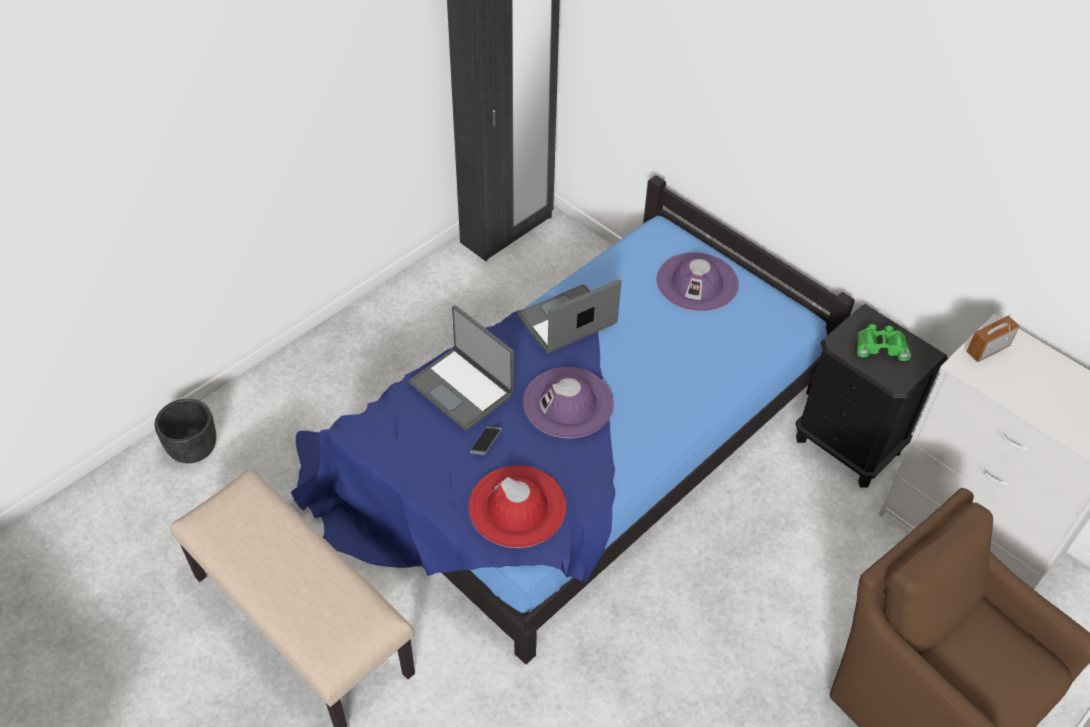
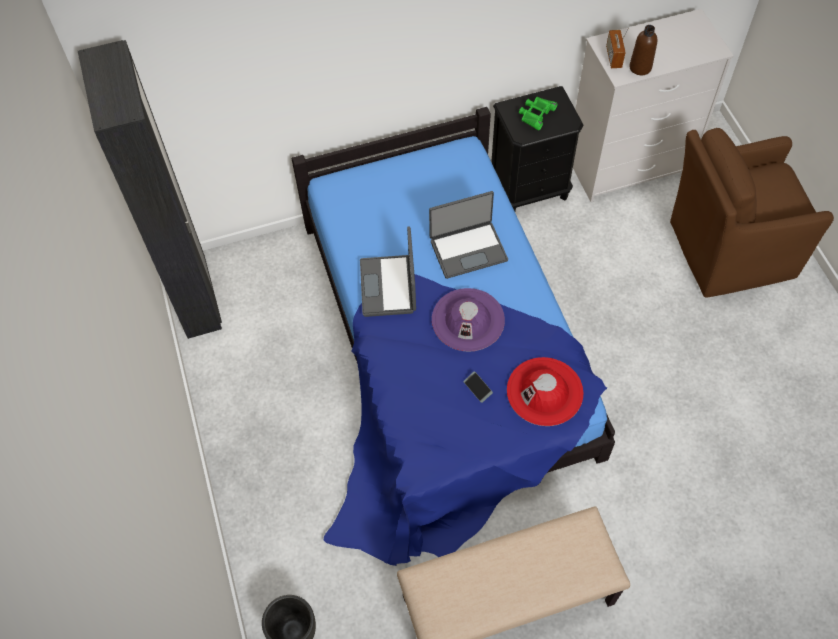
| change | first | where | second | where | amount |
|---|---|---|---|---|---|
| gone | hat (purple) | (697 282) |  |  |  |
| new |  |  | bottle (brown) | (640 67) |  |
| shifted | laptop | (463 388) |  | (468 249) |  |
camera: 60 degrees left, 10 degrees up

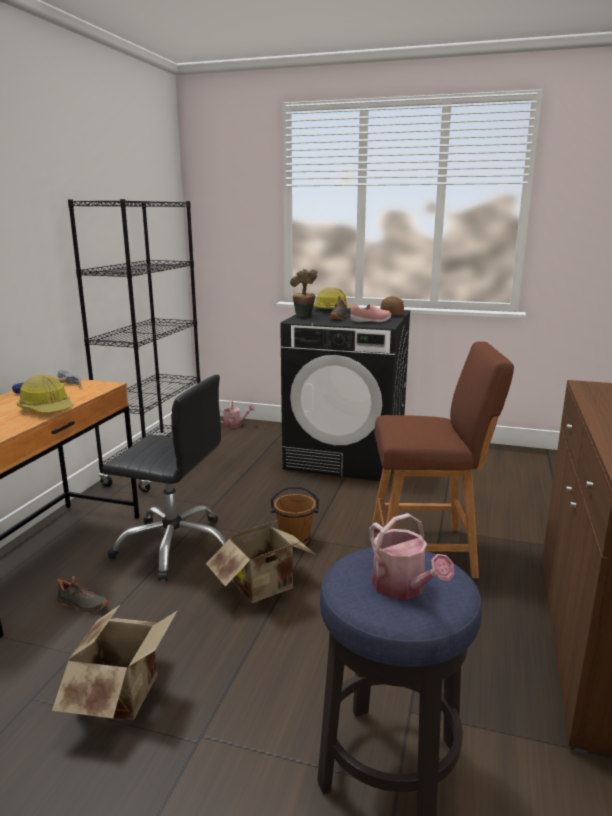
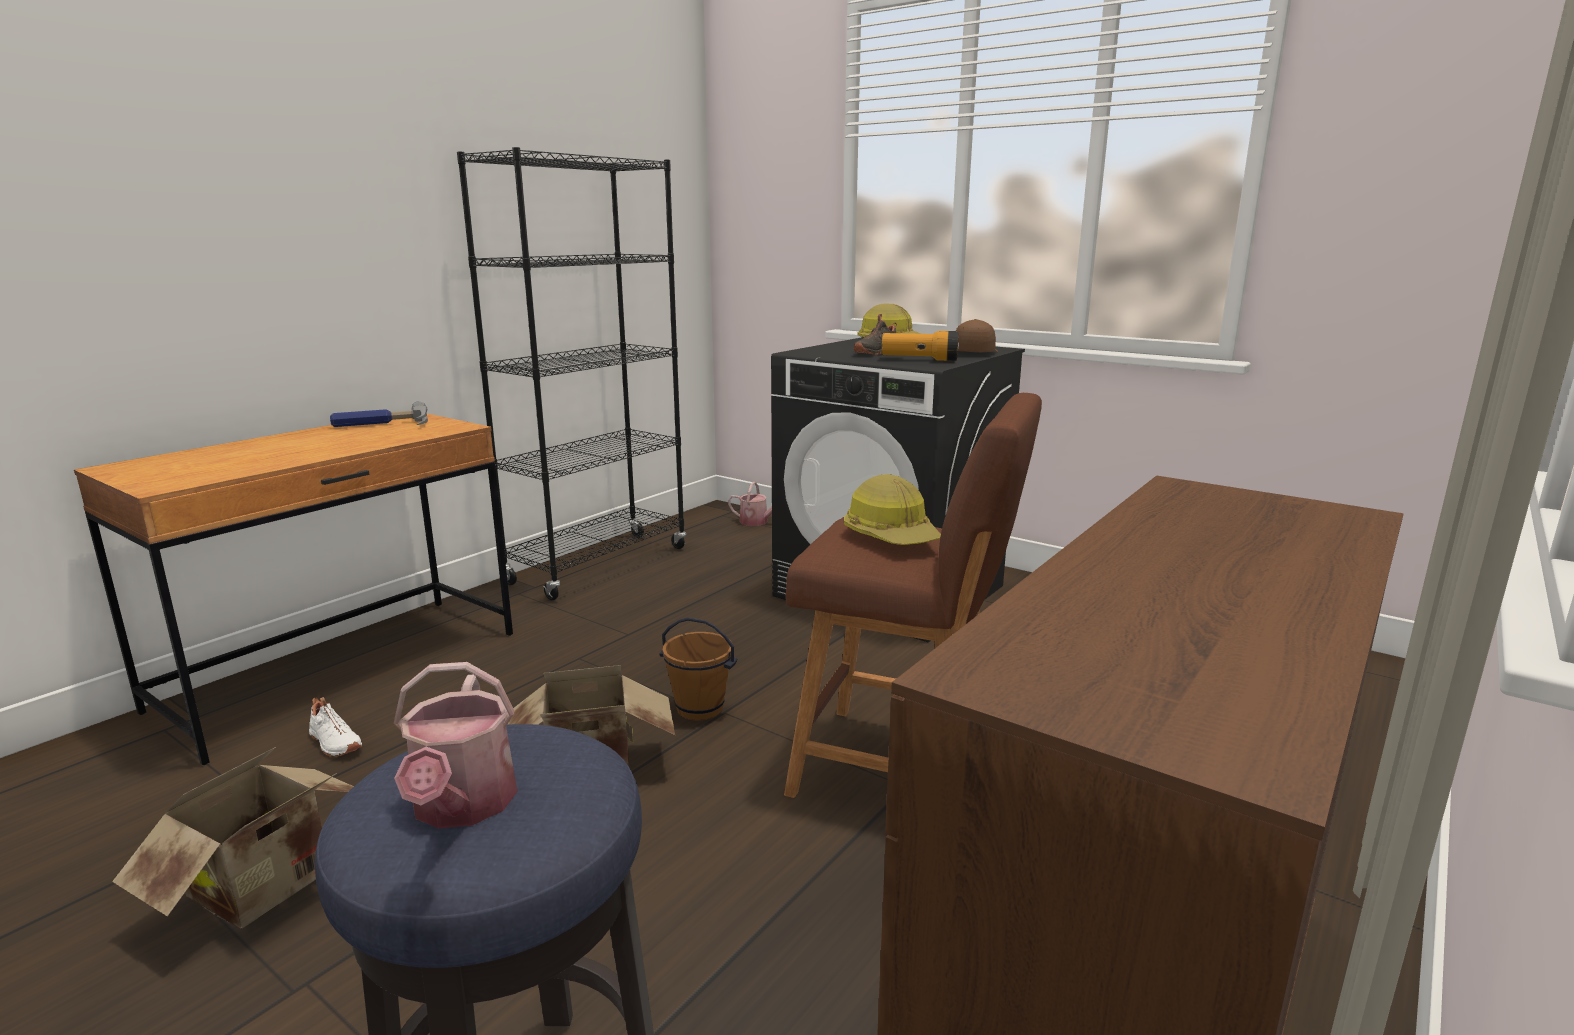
| change | first | where | second | where | amount |
|---|---|---|---|---|---|
| gone | office chair (black) | (174 545) |  |  |  |
| gone | potted plant | (304 317) |  |  |  |
| shifted | hard hat | (47 409) |  | (891 536) |  |
| swapped | shoe (pink) | (370 321) | flashlight | (919 359) |  |
| repainted | shoe (black) | (81 605) | shoe (white) | (333 743) |  |
camera: 20 degrees right, 0 degrees up

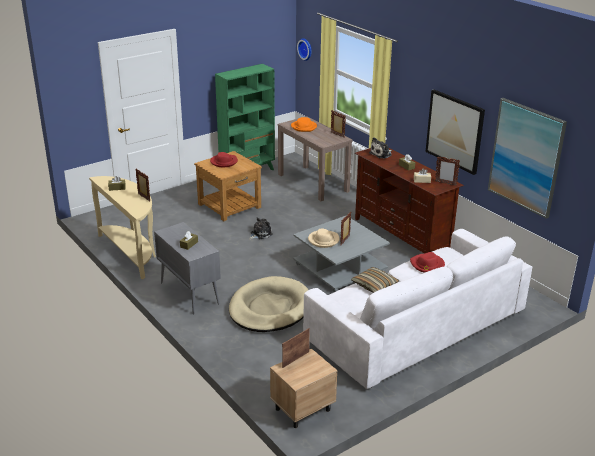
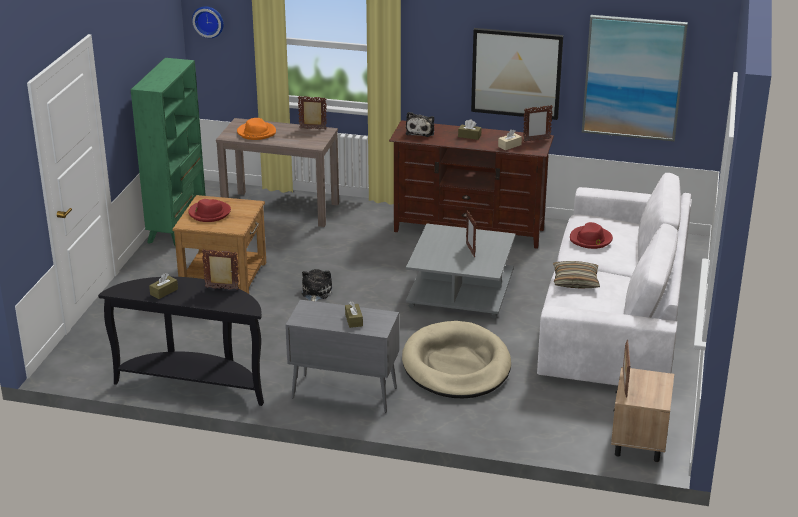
| change | first | where | second | where | amount |
|---|---|---|---|---|---|
| gone | hat (beige) | (323 240) |  |  |  |
| repainted | console table (beige) | (131 253) | console table (black) | (195 383) |  |
camera: 40 degrees left, 0 degrees up

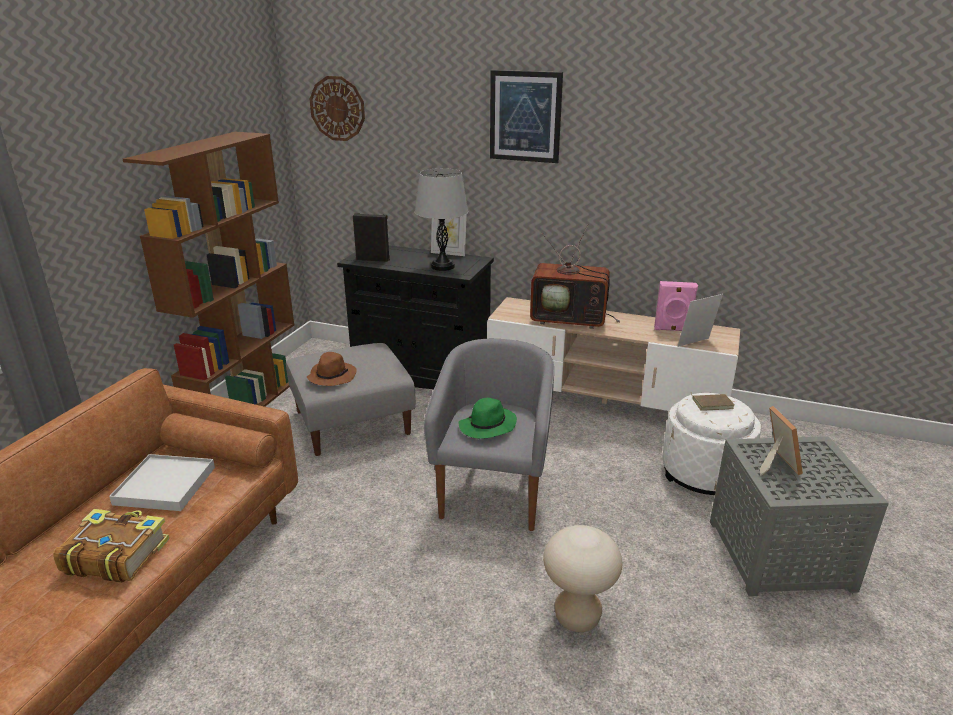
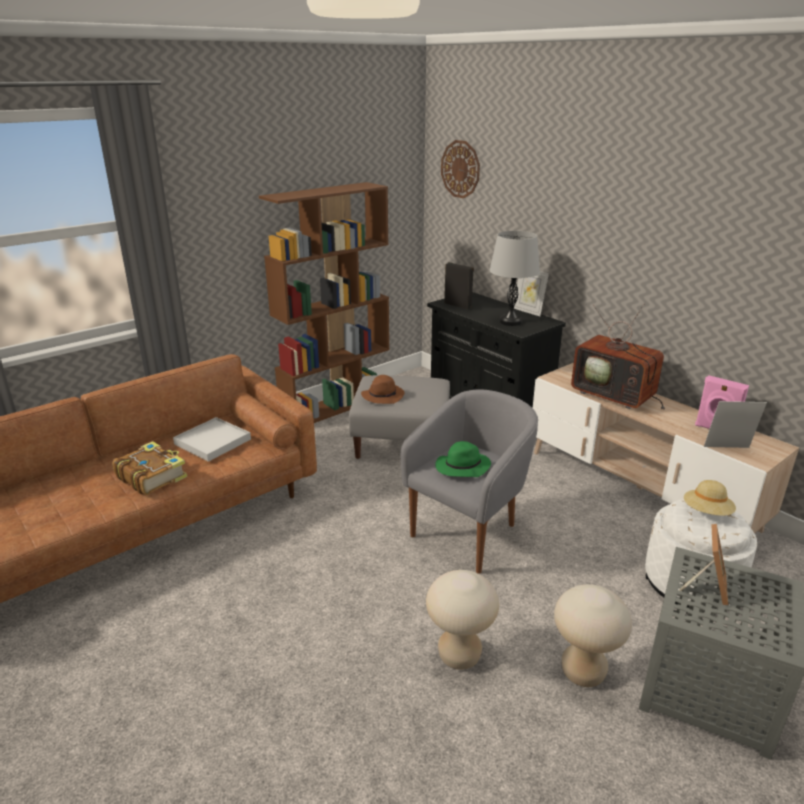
| change | first | where | second | where | amount |
|---|---|---|---|---|---|
| gone | picture | (525 116) |  |  |  |
| new |  |  | stool (beige) | (583 672) |  |
| swapped | book (brown) | (712 403) | hat (beige) | (707 512) |  |
camera: 30 degrees right, 0 degrees up

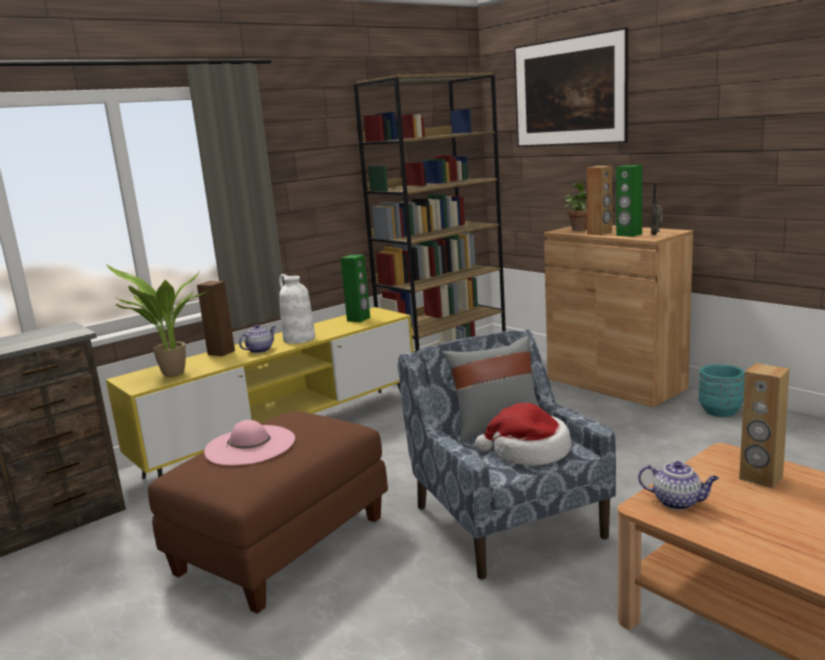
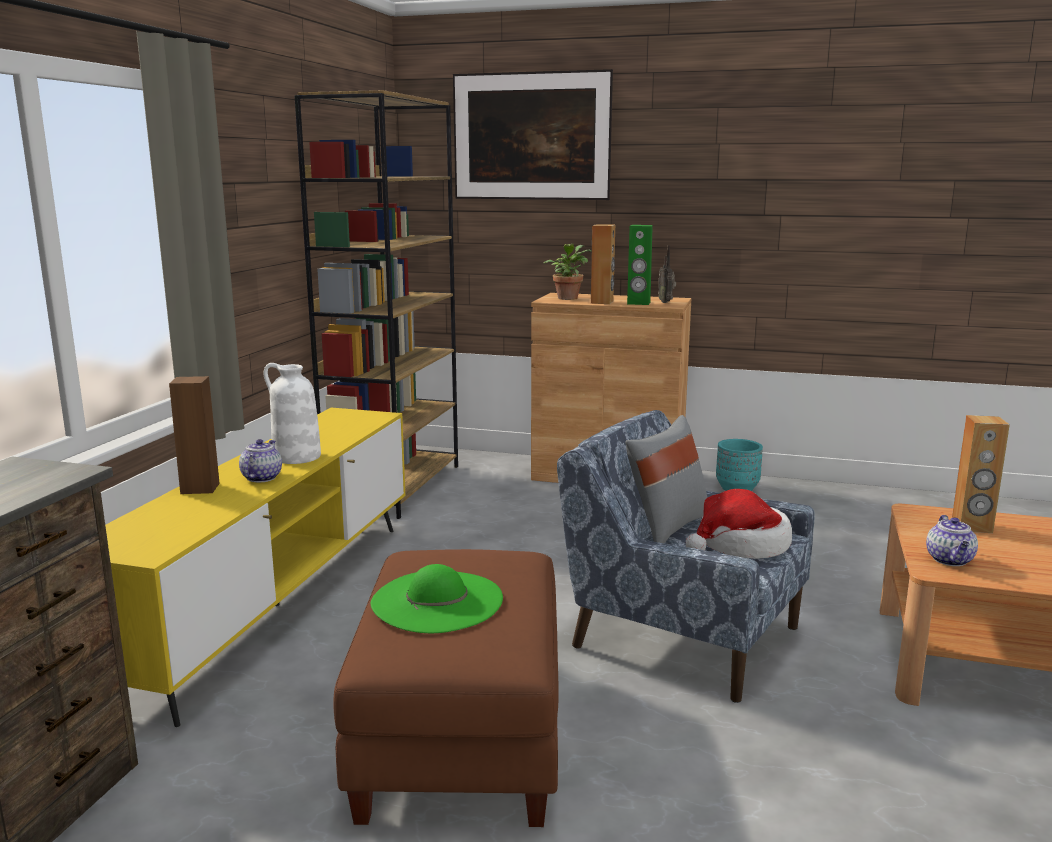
| change | first | where | second | where | amount |
|---|---|---|---|---|---|
| gone | potted plant | (171 375) |  |  |  |
| gone | speaker (green) | (359 319) |  |  |  |
| repainted | hat (pink) | (250 445) | hat (green) | (437 601) |  |
| rotated | teapot | (678 502) |  | (950 560) | 105 degrees clockwise |
camera: 35 degrees left, 0 degrees up

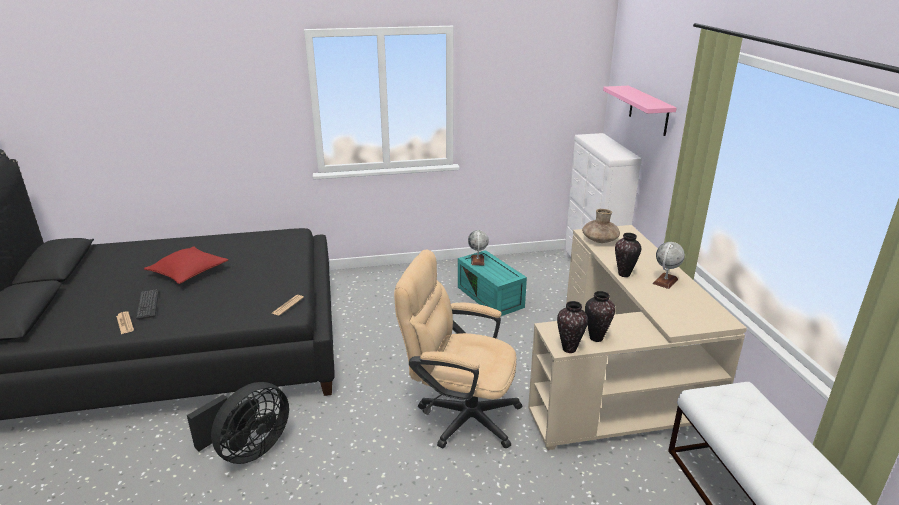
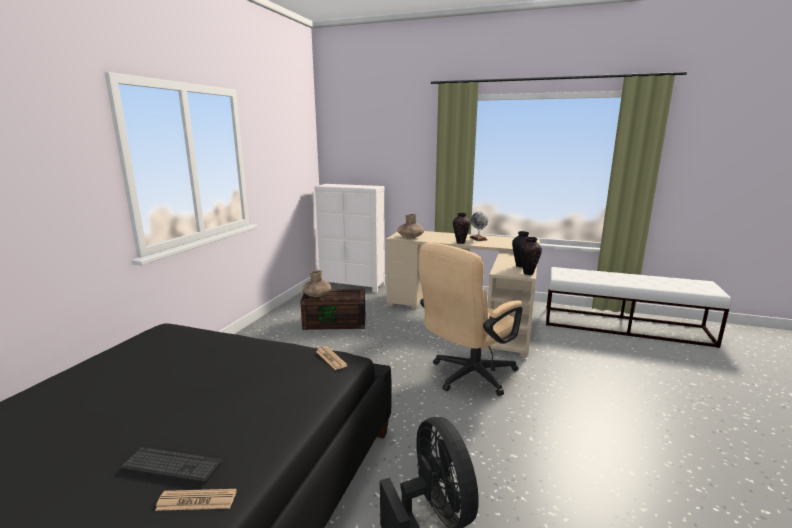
| change | first | where | second | where | amount |
|---|---|---|---|---|---|
| gone | pillow (red) | (188 272) |  |  |  |
| gone | shelf (pink) | (648 110) |  |  |  |
| swapped | globe | (477 260) | vase (brown) | (317 295) |  |
| repainted | storage box (turquoise) | (491 297) | storage box (brown) | (336 322) |  |
camera: 60 degrees left, 10 degrees down

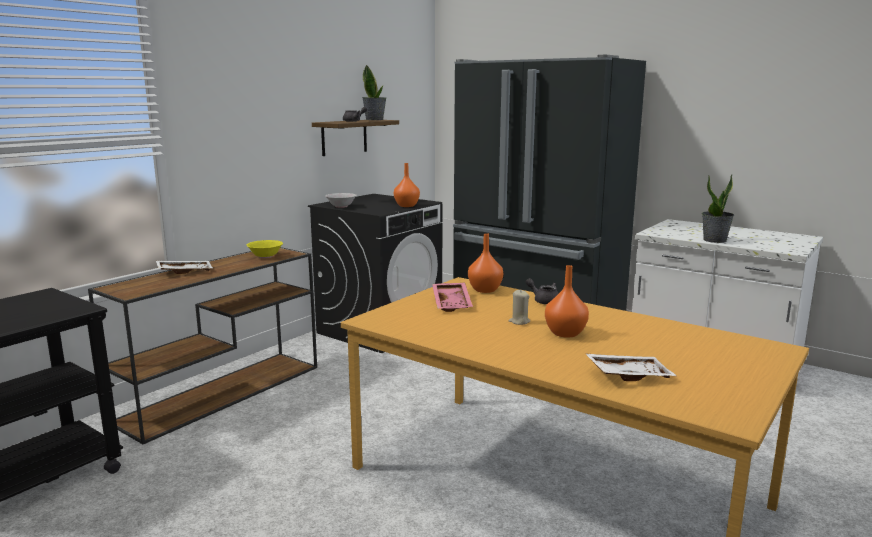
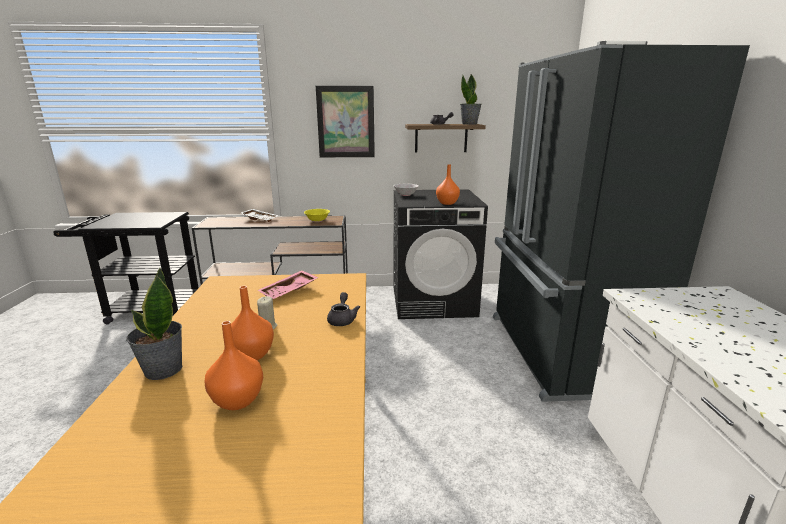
| change | first | where | second | where | amount |
|---|---|---|---|---|---|
| gone | tray (white) | (628 375) |  |  |  |
| new |  |  | picture | (346 122) |  |
| shifted | vase (orange) | (484 290) |  | (238 400) |  |
| shifted | potted plant | (715 240) |  | (162 370) |  |
camera: 50 degrees right, 5 degrees up

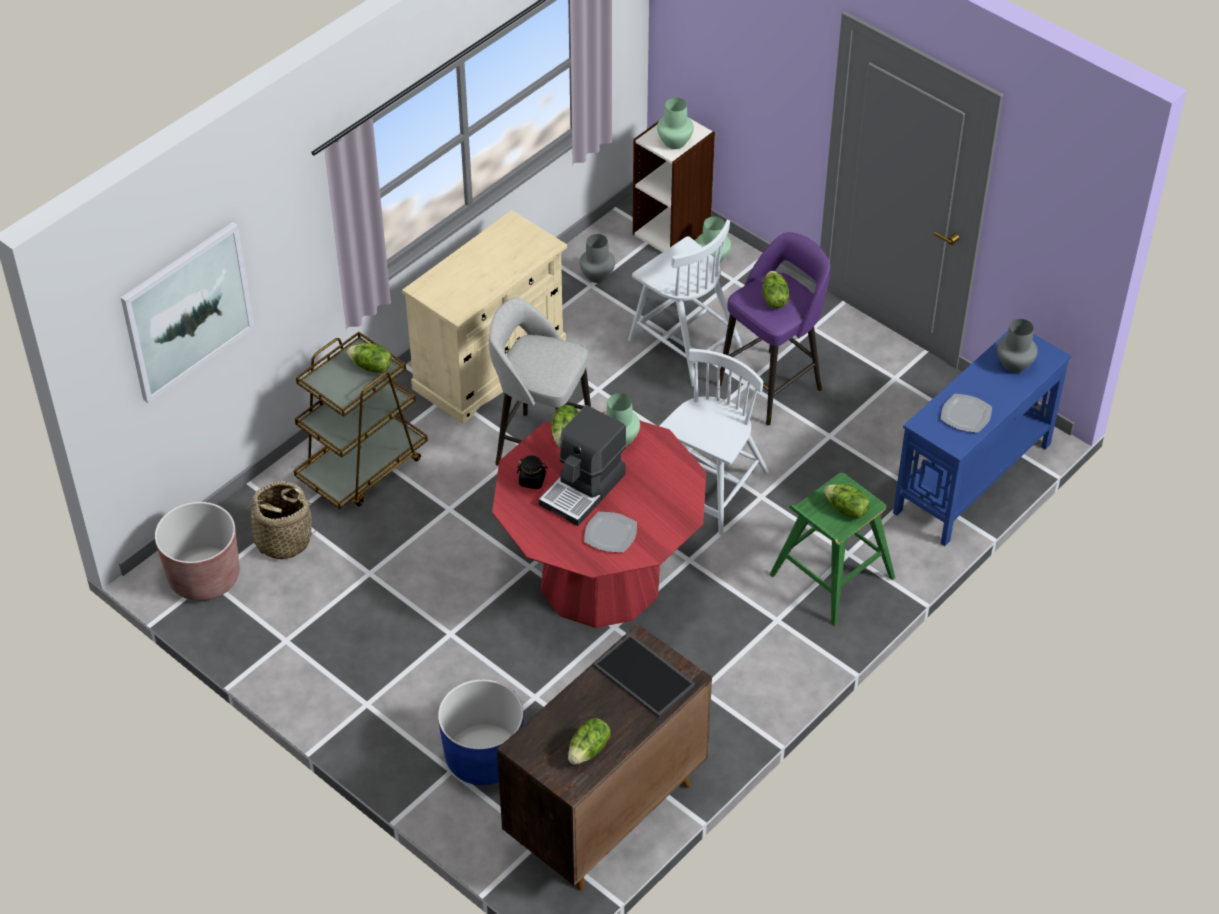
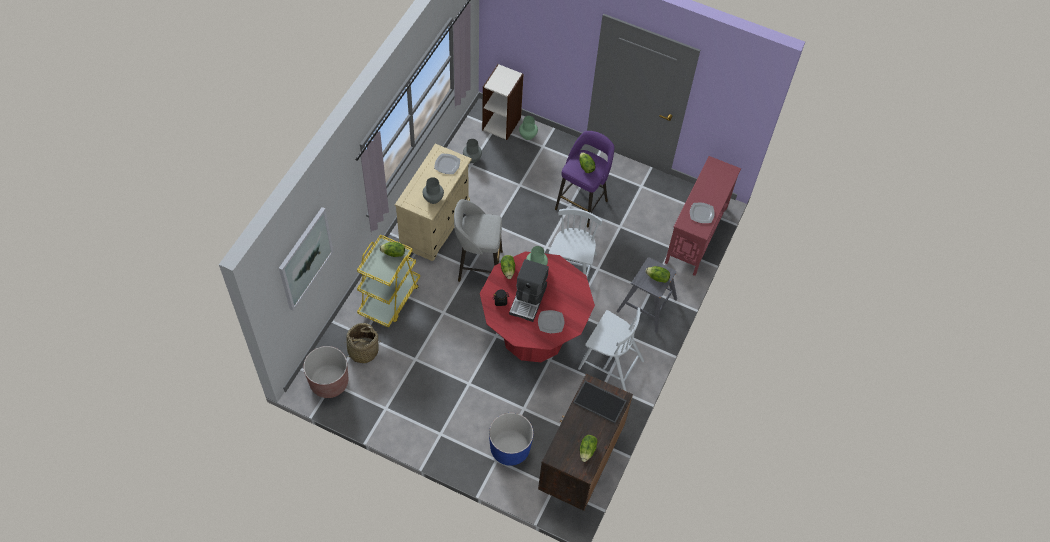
| change | first | where | second | where | amount |
|---|---|---|---|---|---|
| gone | vase (green) | (675 142) |  |  |  |
| new |  |  | plate | (447 164) |  |
| shifted | chair (white) | (684 344) |  | (609 364) |  |
| shifted | vase (grey) | (1013 365) |  | (433 199) |  |
| repainted | cart (brown) | (363 467) | cart (yellow) | (389 298) |  |
| repainted | stool (green) | (831 577) | stool (grey) | (646 306) |  |
| repainted | console table (blue) | (971 478) | console table (red) | (696 235) |  |
camera: 20 degrees left, 10 degrees up

